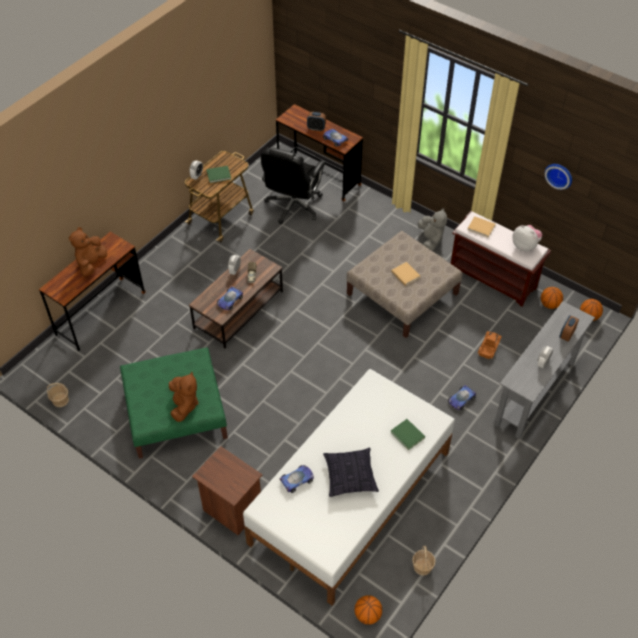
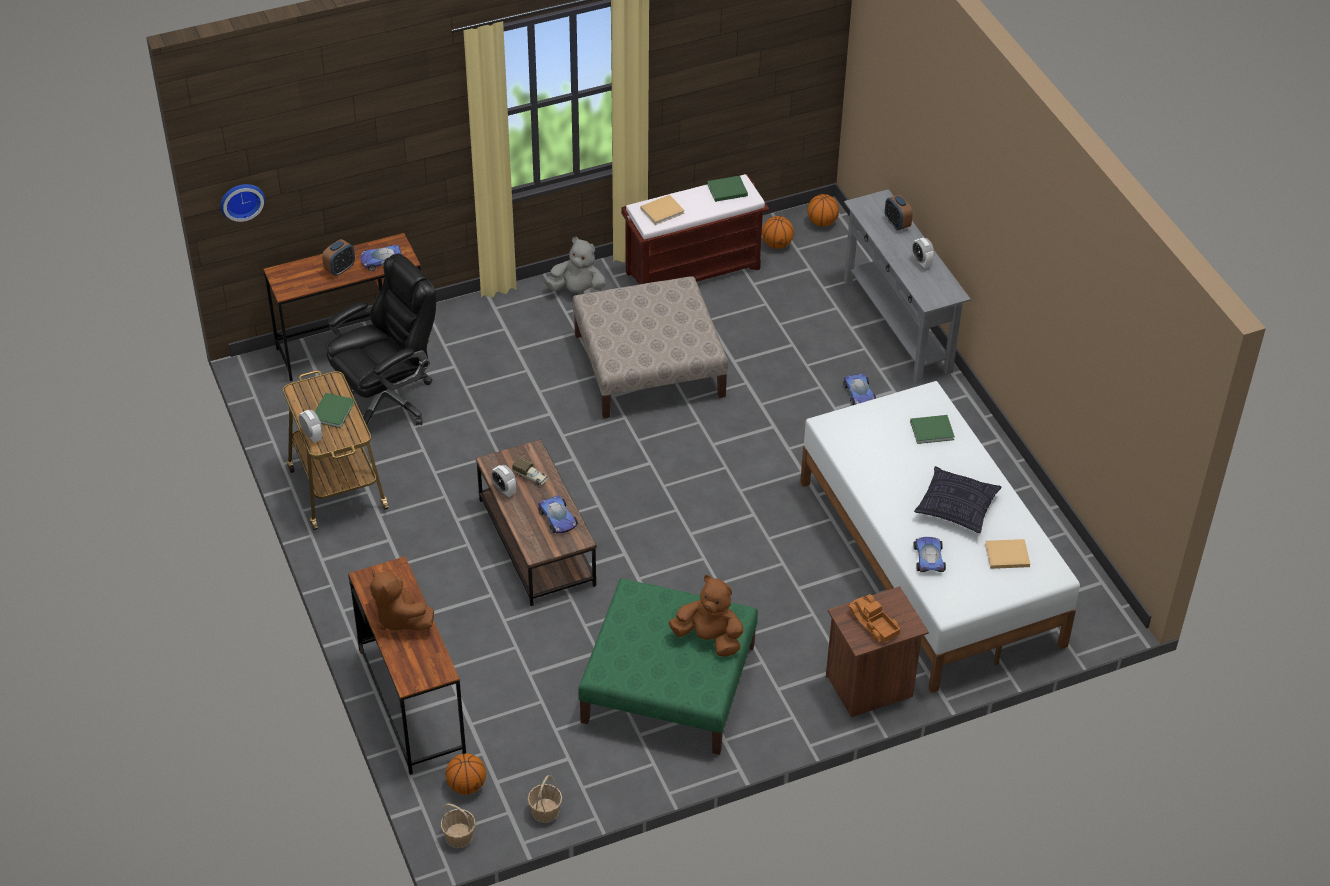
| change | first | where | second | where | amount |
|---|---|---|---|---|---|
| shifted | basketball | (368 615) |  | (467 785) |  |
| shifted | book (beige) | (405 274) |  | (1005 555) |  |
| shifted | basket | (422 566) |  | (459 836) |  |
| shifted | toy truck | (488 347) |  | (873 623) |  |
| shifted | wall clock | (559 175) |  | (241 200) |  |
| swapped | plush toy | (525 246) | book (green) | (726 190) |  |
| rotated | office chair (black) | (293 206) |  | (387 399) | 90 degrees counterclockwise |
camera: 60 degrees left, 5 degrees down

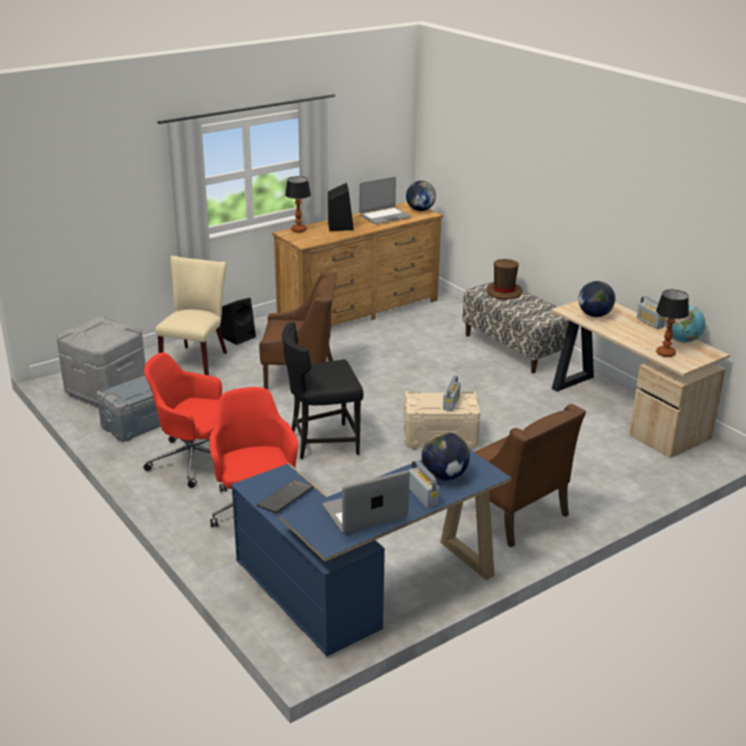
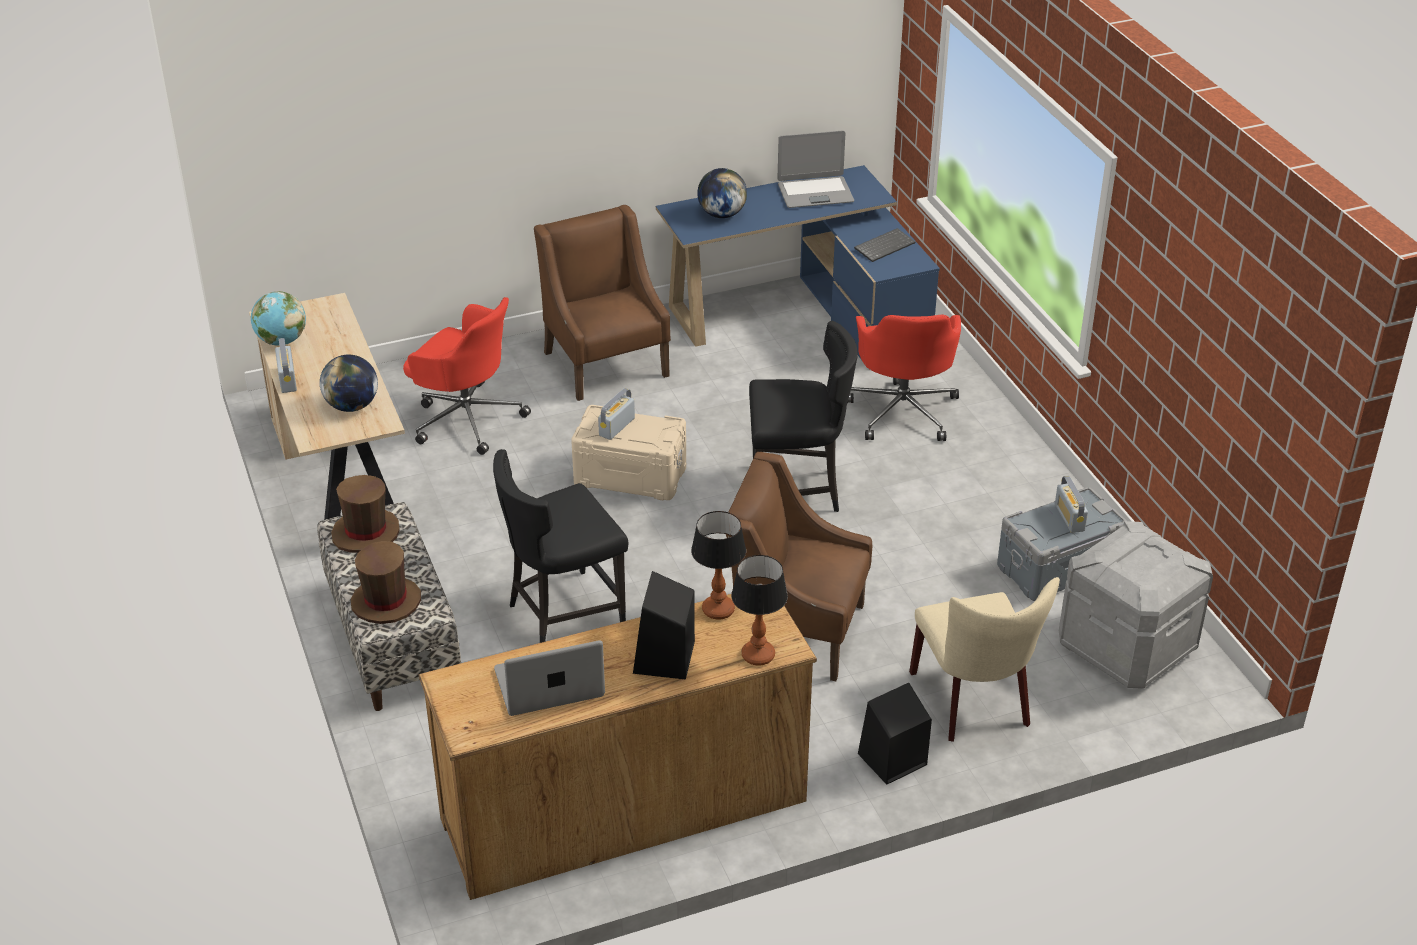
| change | first | where | second | where | amount |
|---|---|---|---|---|---|
| gone | globe | (420 210) |  |  |  |
| new |  |  | hat (brown) | (366 533) |  |
| new |  |  | chair (black) | (563 612) |  |
| shifted | office chair (red) | (193 461) |  | (466 418) |  |
| shifted | radio | (422 496) |  | (1069 518) |  |
| shifted | table lamp | (665 353) |  | (718 609) |  |
| rotated | chair (beige) | (196 359) |  | (974 703) | 45 degrees counterclockwise |
camera: 165 degrees left, 10 degrees up

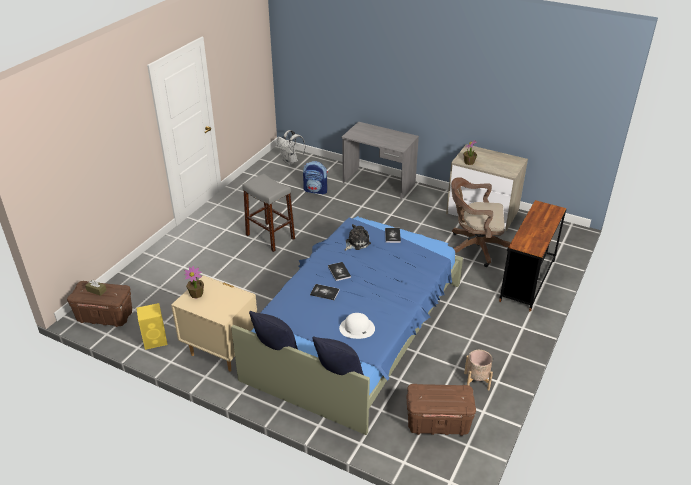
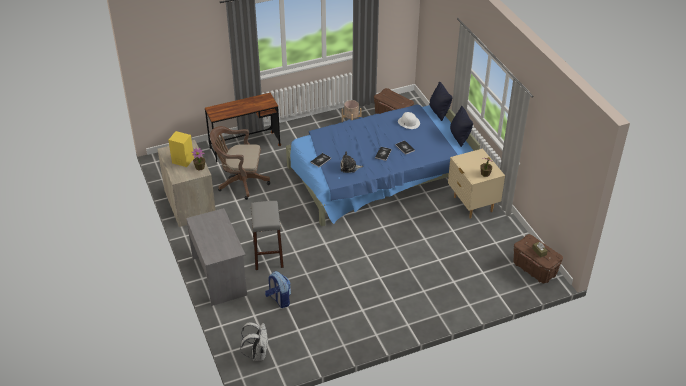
| change | first | where | second | where | amount |
|---|---|---|---|---|---|
| shifted | speaker (yellow) | (156 340) |  | (182 160) |  |
| shifted | stool (grey) | (270 237) |  | (268 255) |  |
| rotated | office chair (brown) | (474 247) |  | (240 182) | 135 degrees clockwise |
camera: 140 degrees left, 5 degrees up

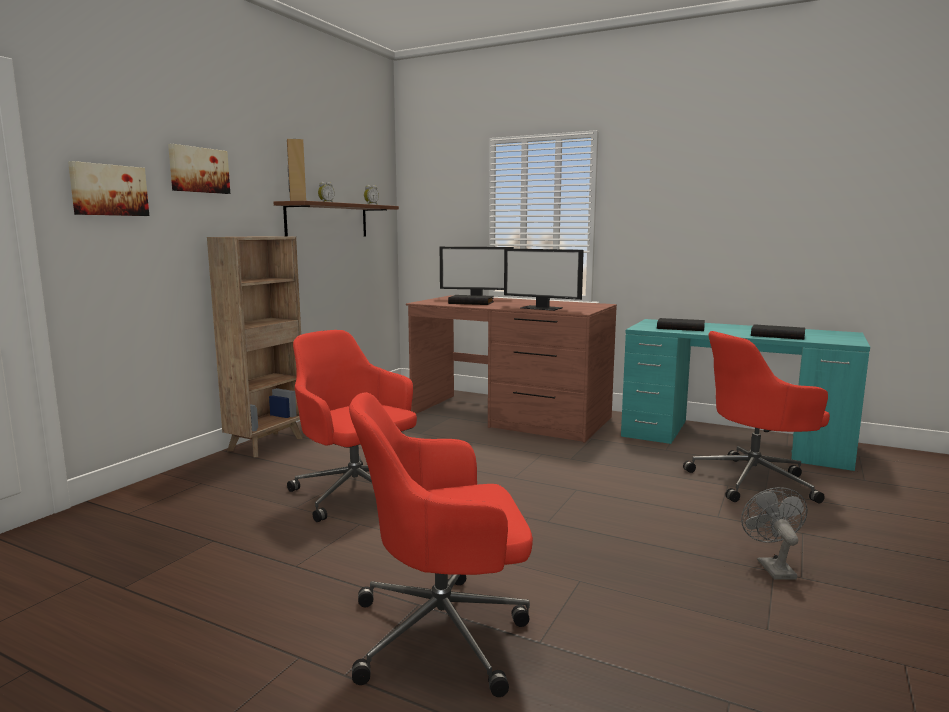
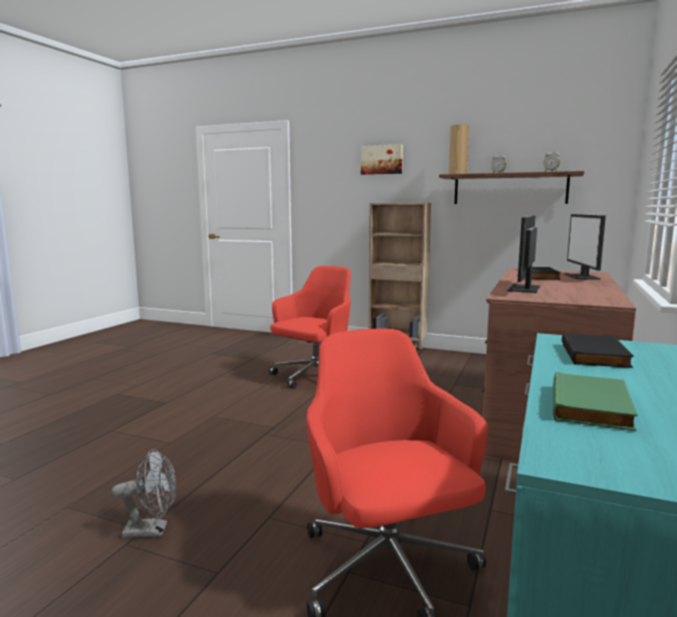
| change | first | where | second | where | amount |
|---|---|---|---|---|---|
| gone | picture | (108 190) |  |  |  |
| gone | office chair (red) | (444 632) |  |  |  |
| repainted | book (black) | (778 335) | book (green) | (593 407) |  |
camera: 85 degrees right, 0 degrees up

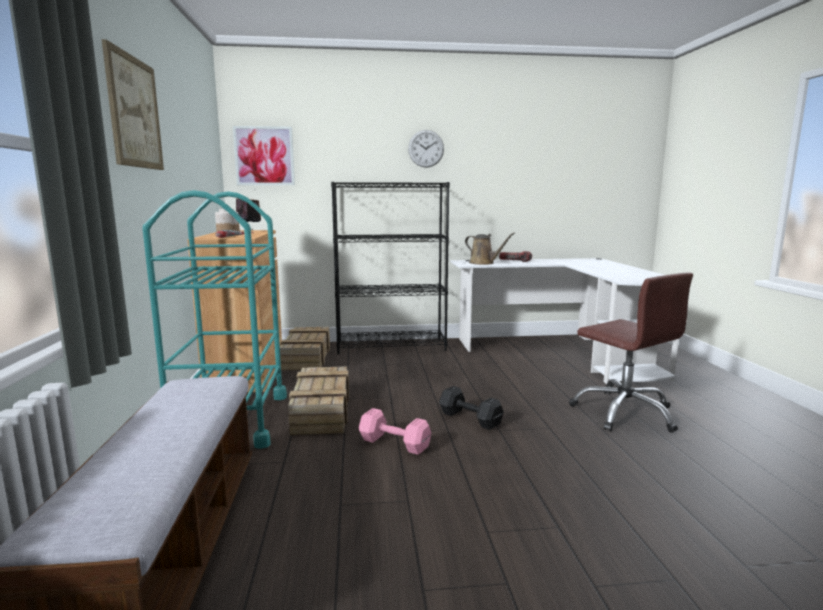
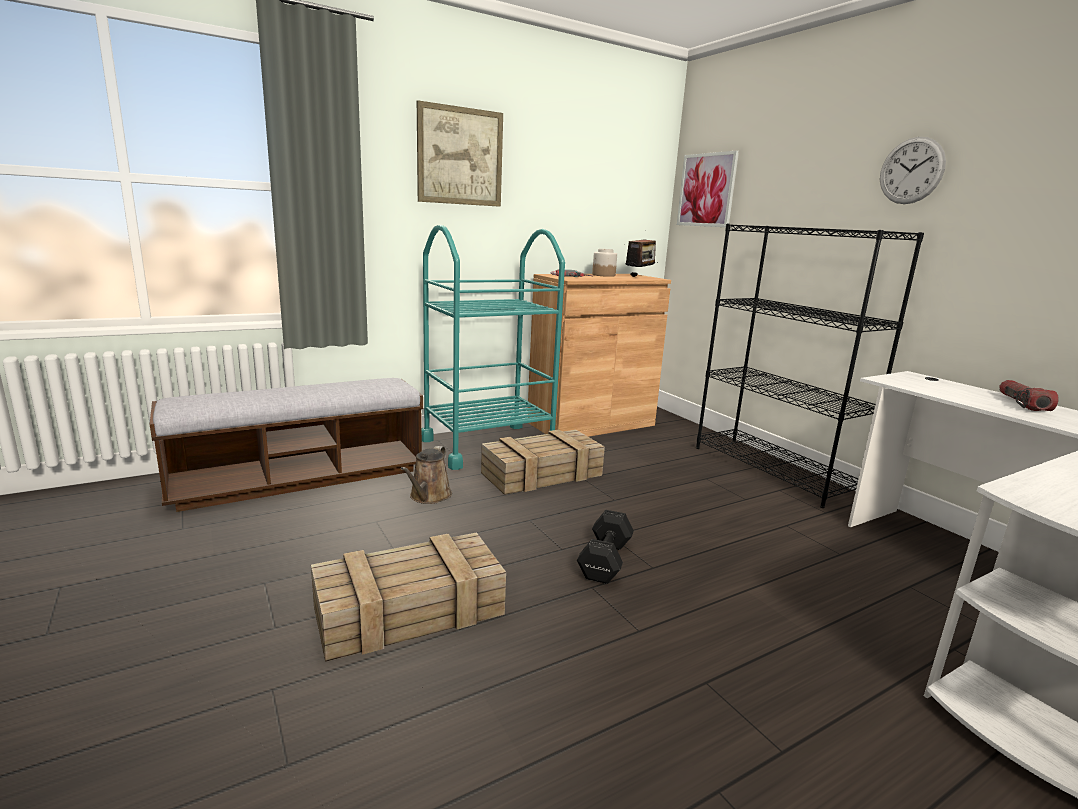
| change | first | where | second | where | amount |
|---|---|---|---|---|---|
| gone | dumbbell (pink) | (393 443) |  |  |  |
| gone | office chair (brown) | (624 412) |  |  |  |
| shifted | crate | (306 357) |  | (412 609) |  |
| shifted | watering can (brown) | (484 263) |  | (428 496) |  |
camera: 65 degrees right, 5 degrees up

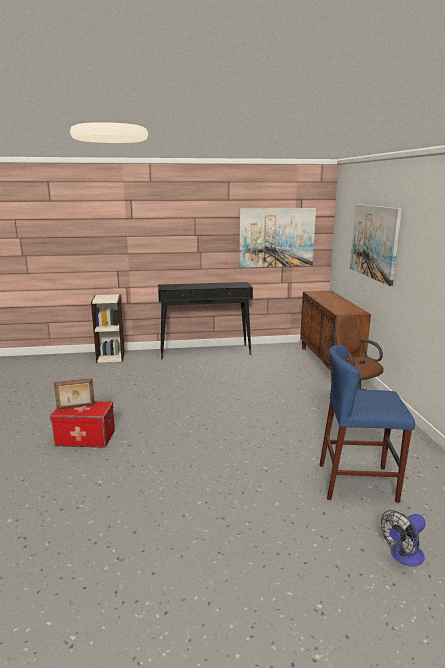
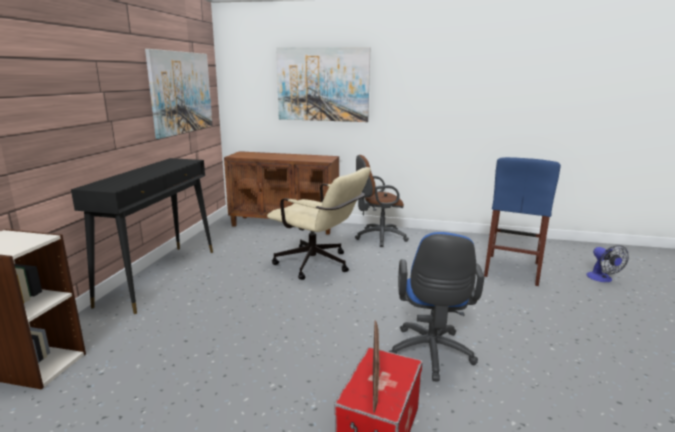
| change | first | where | second | where | amount |
|---|---|---|---|---|---|
| new |  |  | office chair (beige) | (319 265) |  |
| new |  |  | office chair (blue) | (431 355) |  |
camera: 70 degrees left, 0 degrees up

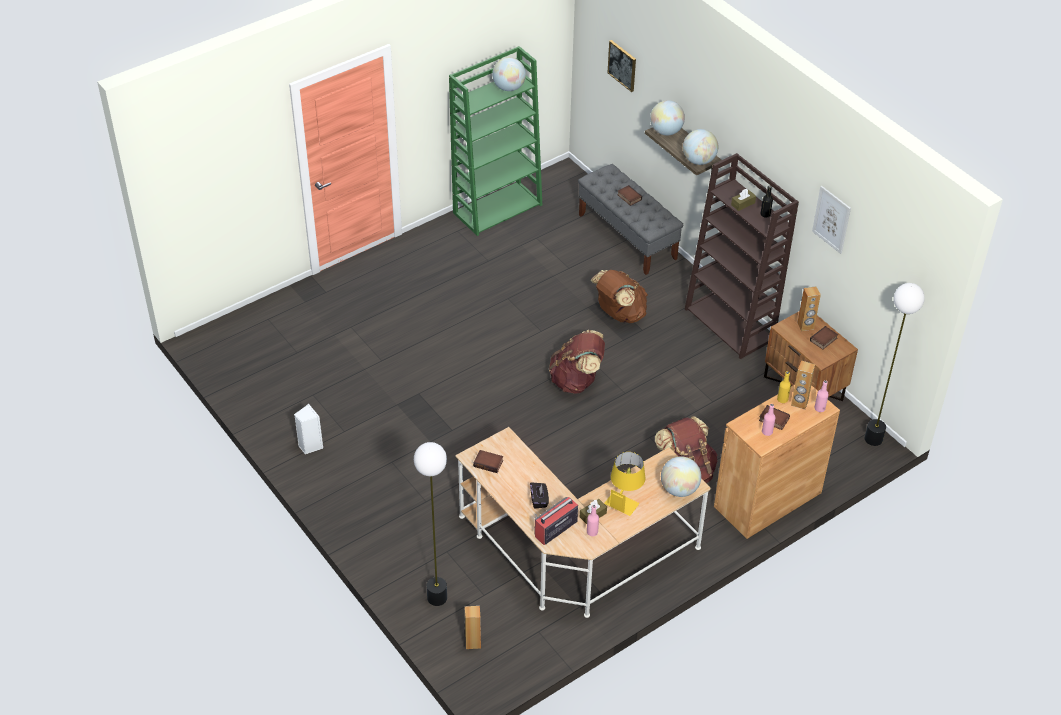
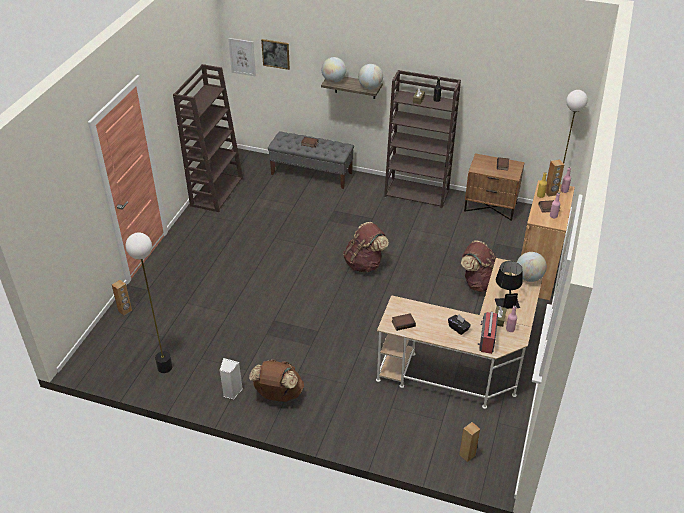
| change | first | where | second | where | amount |
|---|---|---|---|---|---|
| gone | globe | (509 87) |  |  |  |
| shifted | floor lamp | (437 597) |  | (165 367) |  |
| shifted | backpack (brown) | (619 314) |  | (278 395) |  |
| shifted | speaker (brown) | (805 326) |  | (125 311) |  |
| shifted | picture | (831 219) |  | (242 57) |  |
| repainted | bookcase (green) | (498 208) | bookcase (brown) | (216 191) |  |
| repainted | table lamp (yellow) | (625 498) | table lamp (black) | (506 299) |  |
camera: 35 degrees left, 5 degrees down

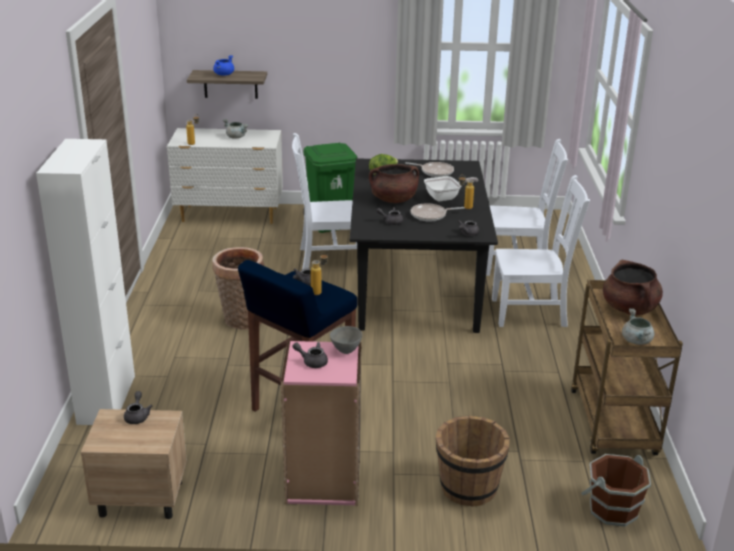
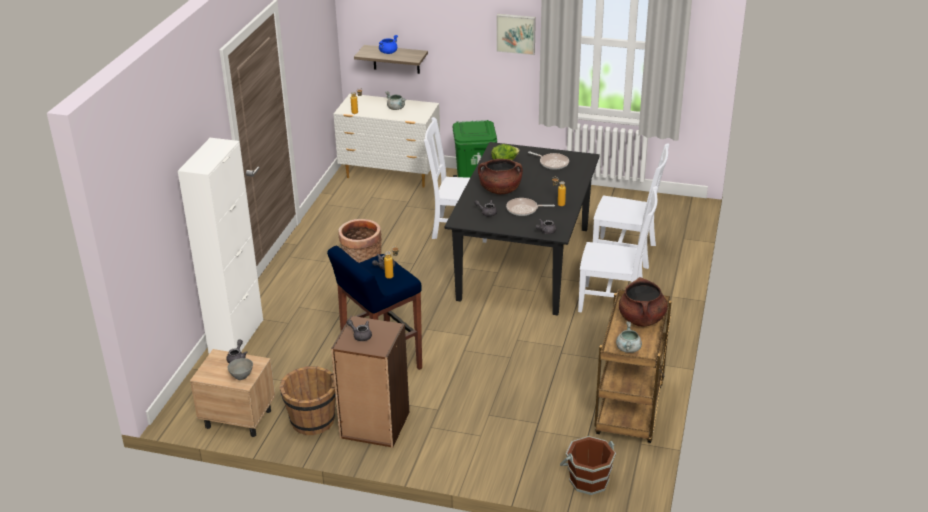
| change | first | where | second | where | amount |
|---|---|---|---|---|---|
| gone | frying pan | (445 197) |  |  |  |
| new |  |  | picture | (516 33) |  |
| shifted | bowl (grey) | (345 350) |  | (241 376) |  |
| shifted | bucket (brown) | (468 488) |  | (312 421) |  |
| repainted | bookcase (pink) | (323 482) | bookcase (brown) | (374 425) |  |
camera: 15 degrees right, 5 degrees up

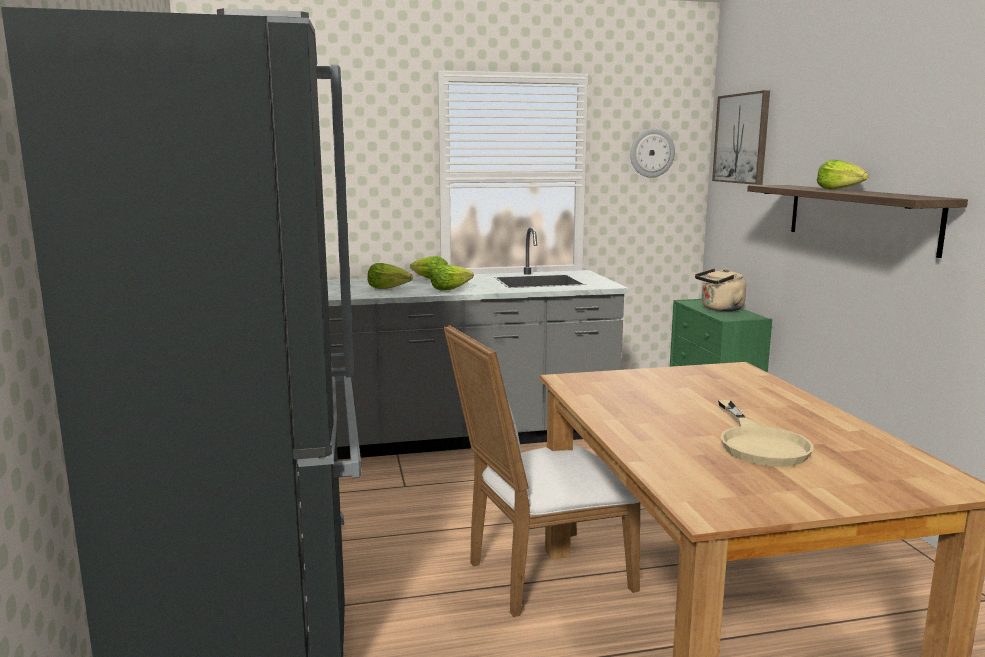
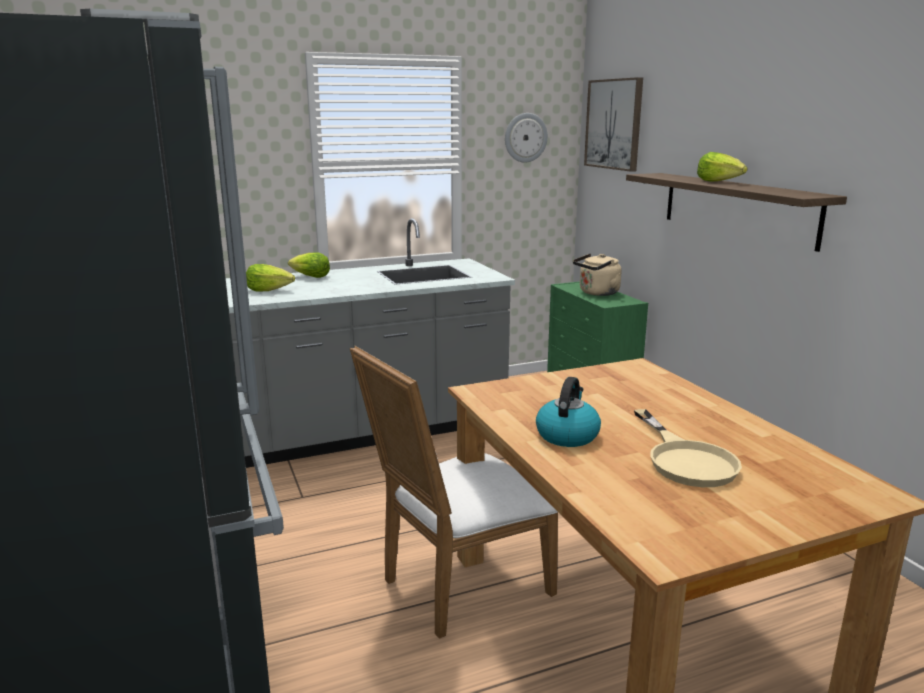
| change | first | where | second | where | amount |
|---|---|---|---|---|---|
| gone | lettuce | (450 289) |  |  |  |
| new |  |  | kettle | (567 435) |  |
camera: 10 degrees left, 5 degrees up

